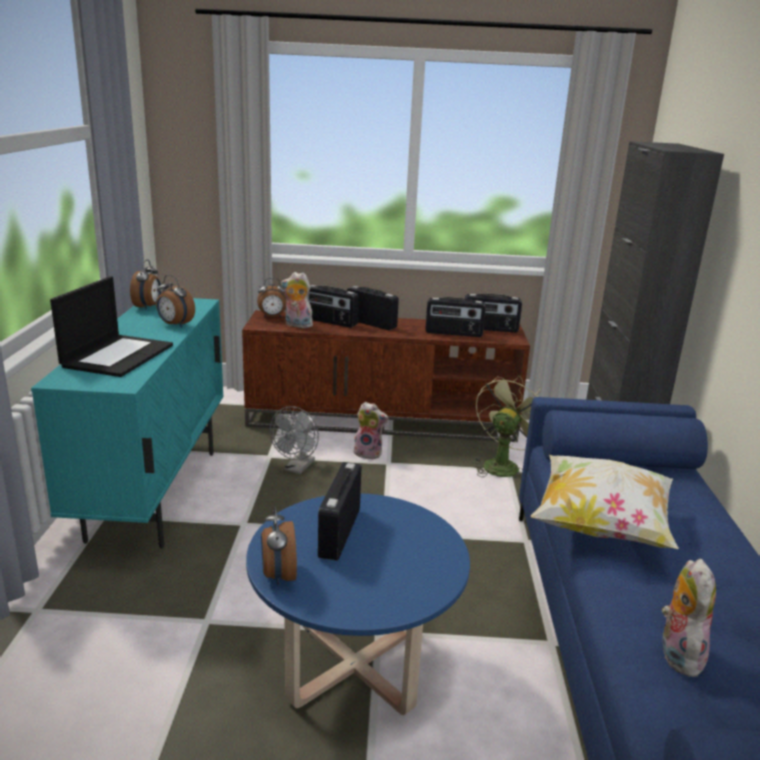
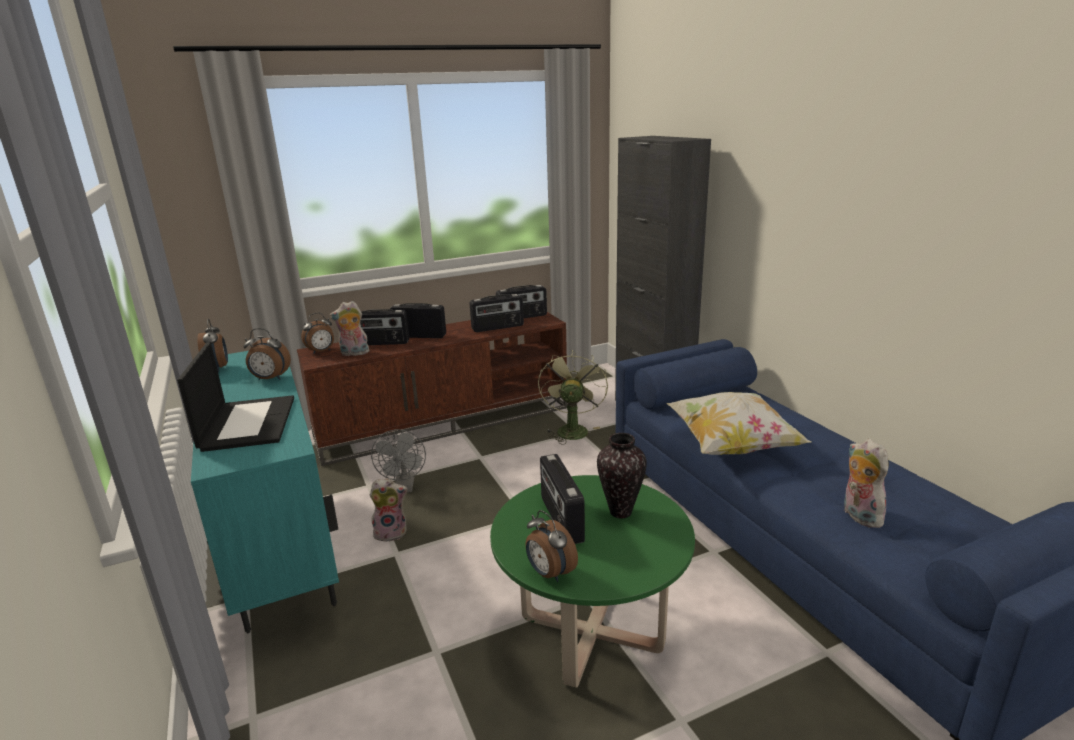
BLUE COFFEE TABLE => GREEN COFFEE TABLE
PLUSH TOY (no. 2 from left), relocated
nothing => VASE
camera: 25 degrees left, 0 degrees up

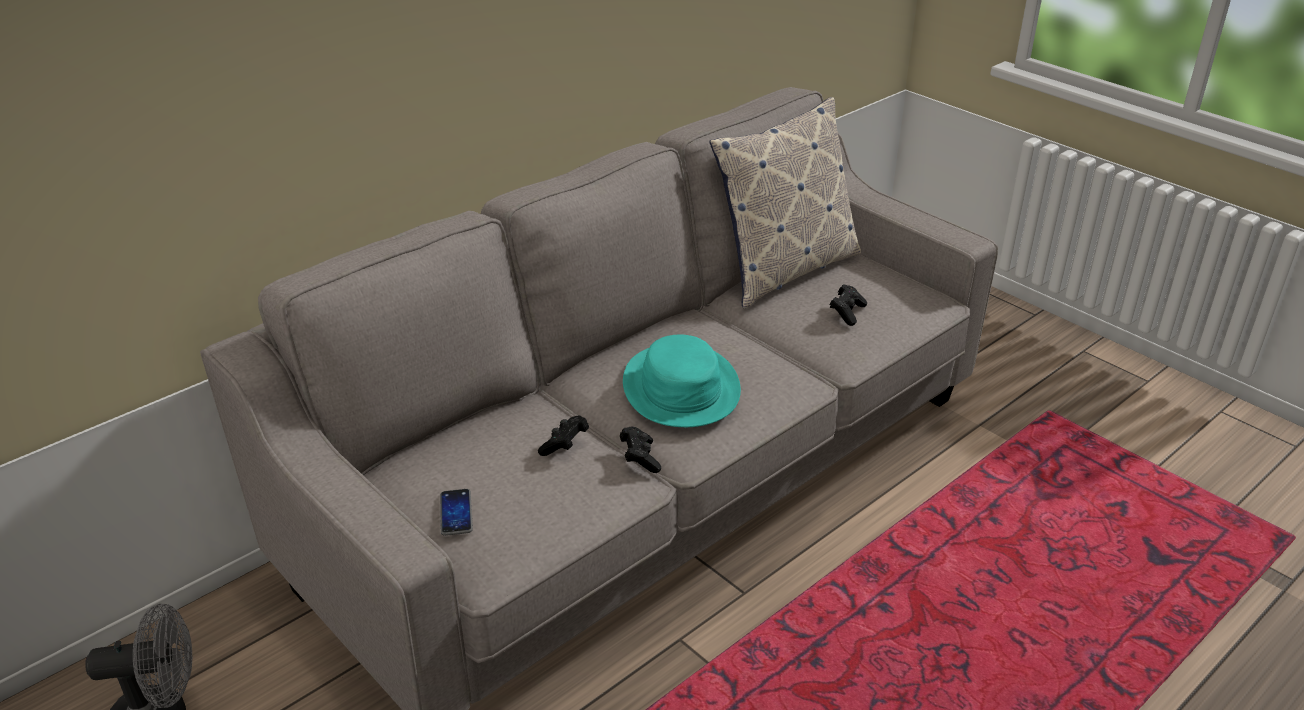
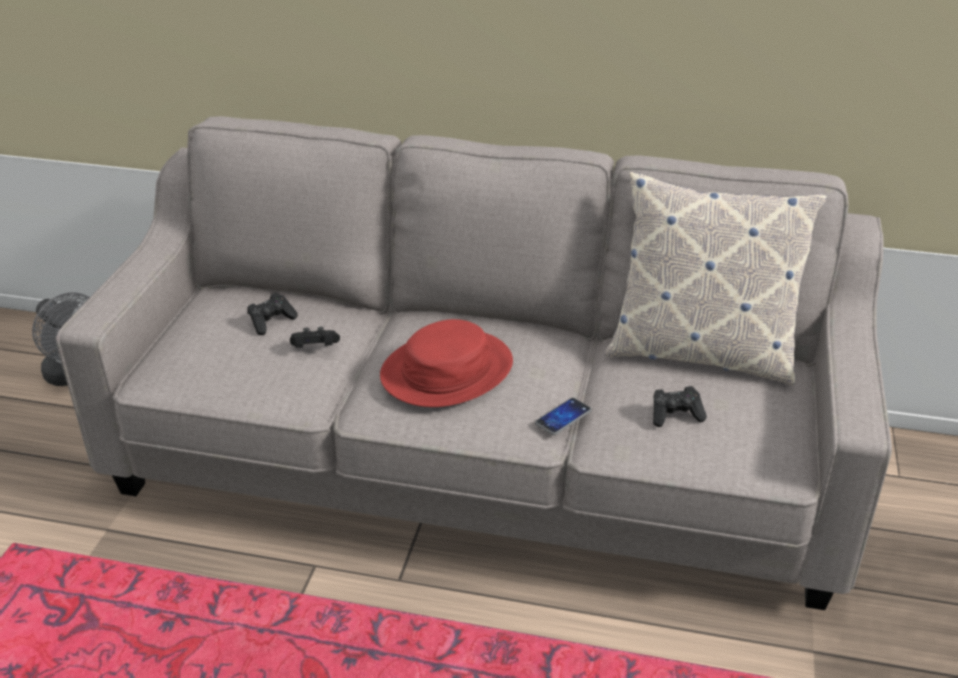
PHONE, relocated
BLACK GAME CONTROLLER (no. 2 from left in the first image) => BLACK GAME CONTROLLER (no. 1 from left), relocated
TURQUOISE HAT => RED HAT
camera: 55 degrees right, 0 degrees up

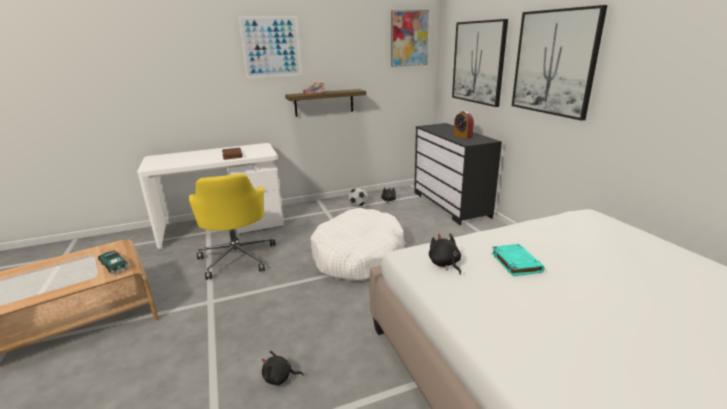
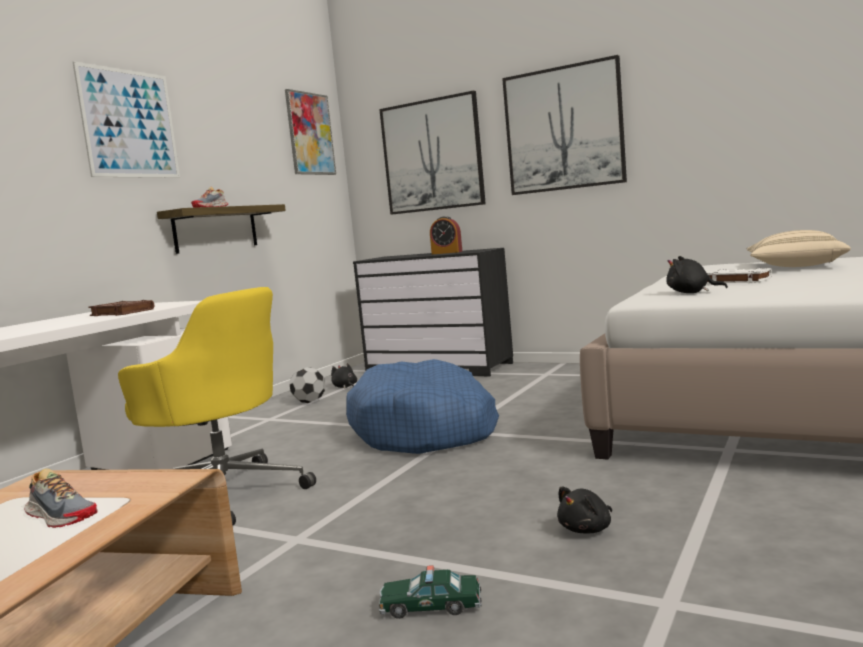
TOY CAR, relocated
WHITE DOG BED => BLUE DOG BED
TURQUOISE BOOK => WHITE BOOK
nothing => SHOE (no. 1 from left)
nothing => BEIGE PILLOW
camera: 40 degrees left, 15 degrees down

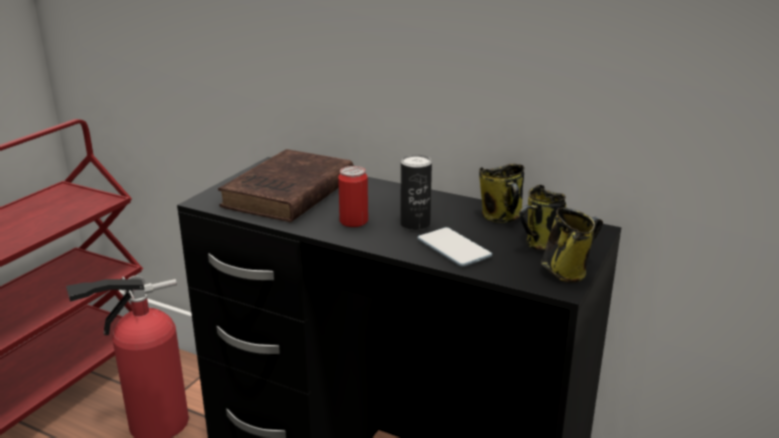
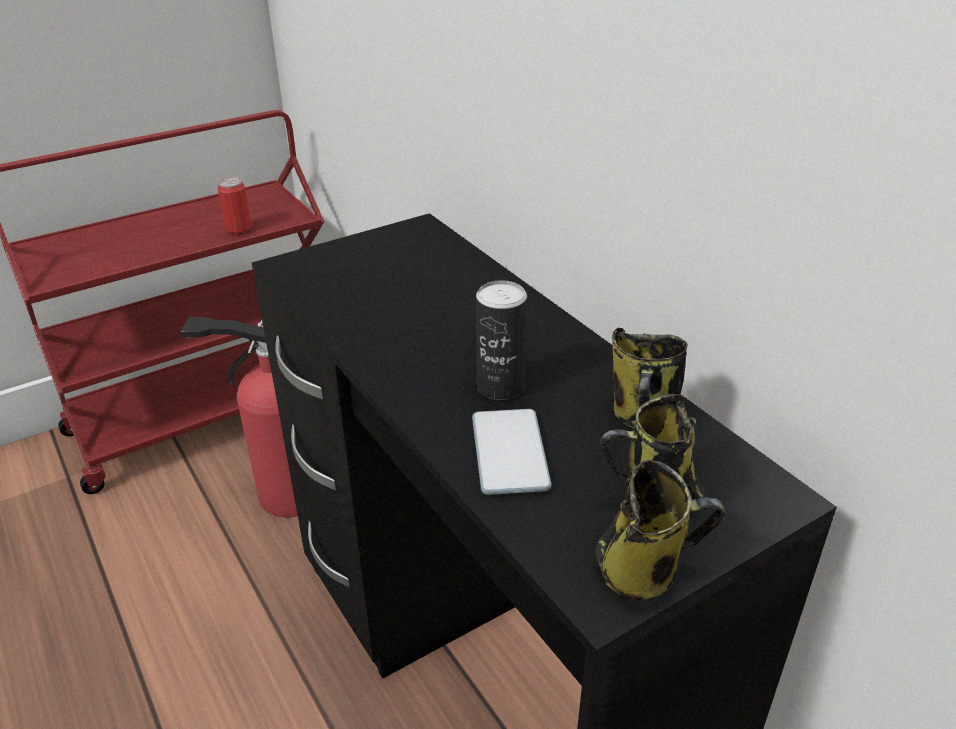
BROWN BOOK => nothing
CAN (no. 1 from left), relocated
camera: 30 degrees right, 10 degrees up

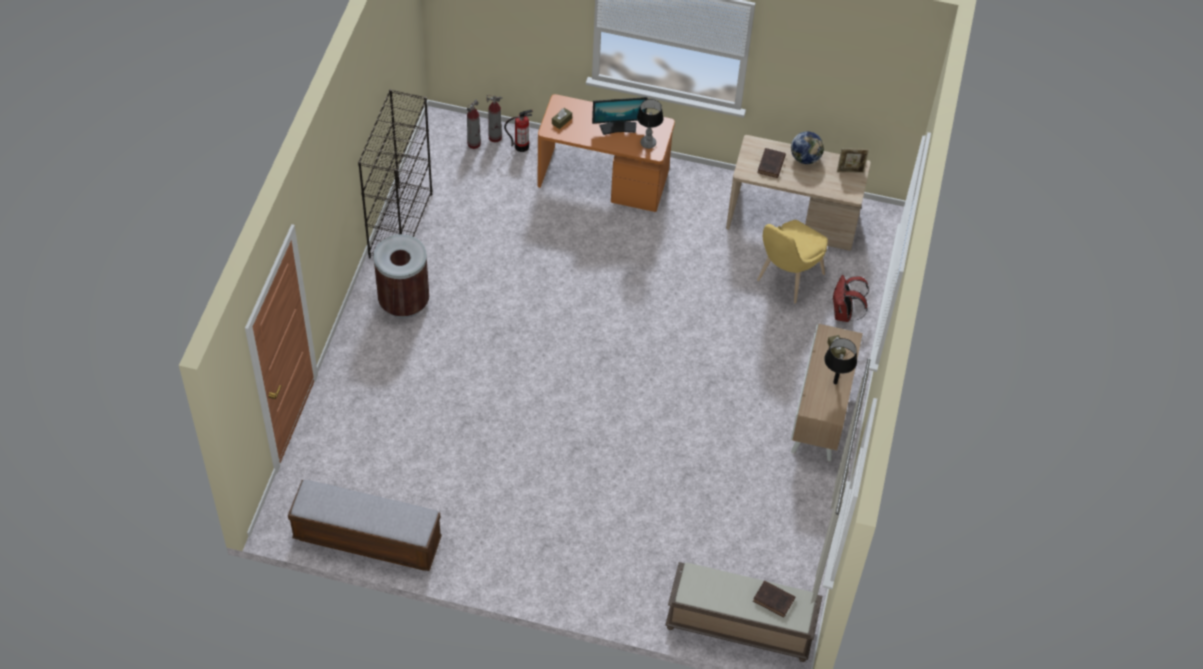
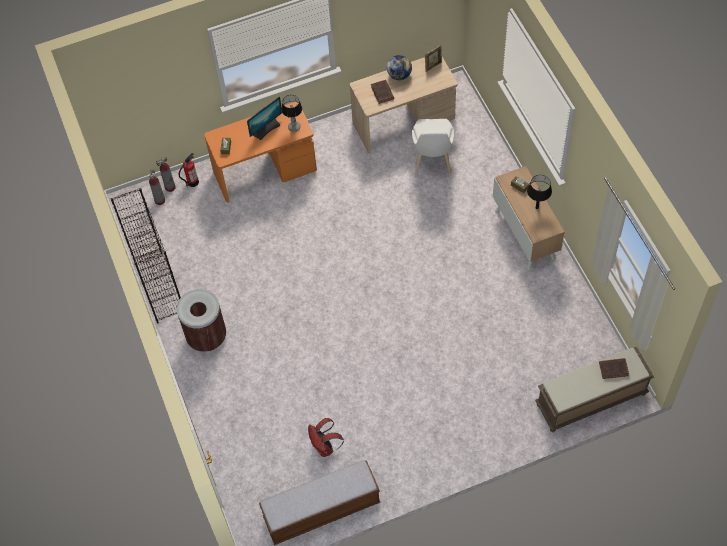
YELLOW CHAIR => WHITE CHAIR
RED BACKPACK, relocated
camera: 30 degrees left, 5 degrees up

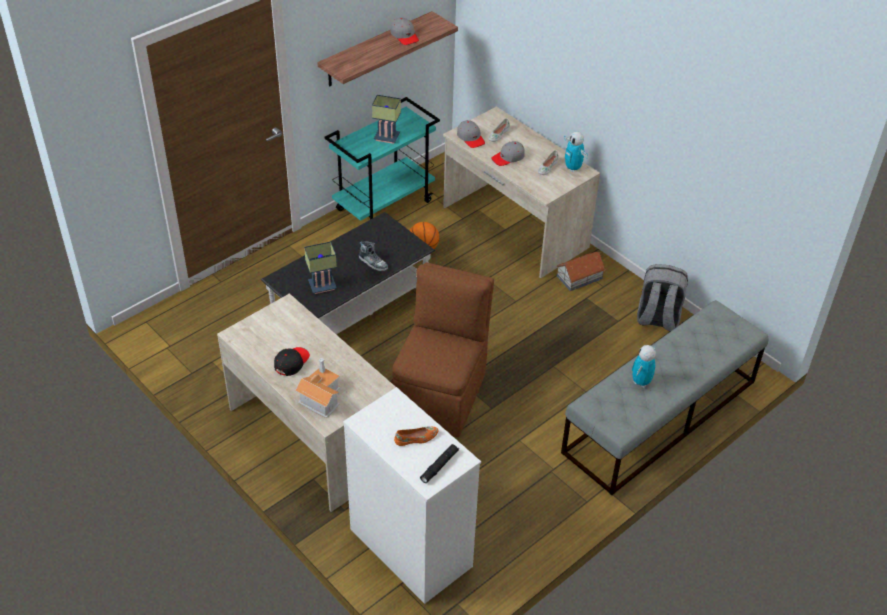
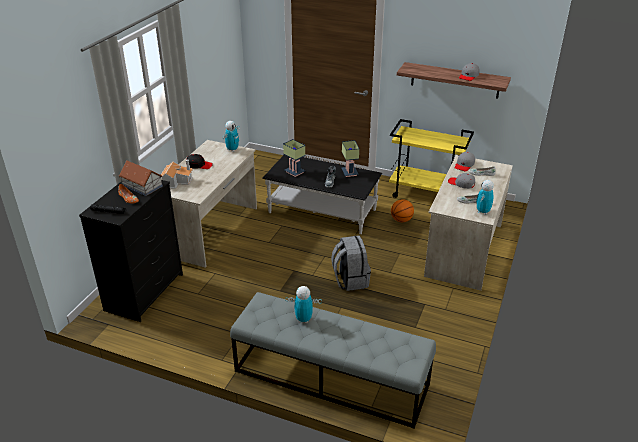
TURQUOISE CART => YELLOW CART
WHITE DRESSER => BLACK DRESSER
TABLE LAMP (no. 2 from left), relocated
BROWN CHAIR => nothing
TOY HOUSE (no. 2 from left in the first image) => TOY HOUSE (no. 1 from left), relocated
GREY BACKPACK, relocated
nothing => TOY ROBOT (no. 1 from left)
camera: 65 degrees right, 10 degrees down

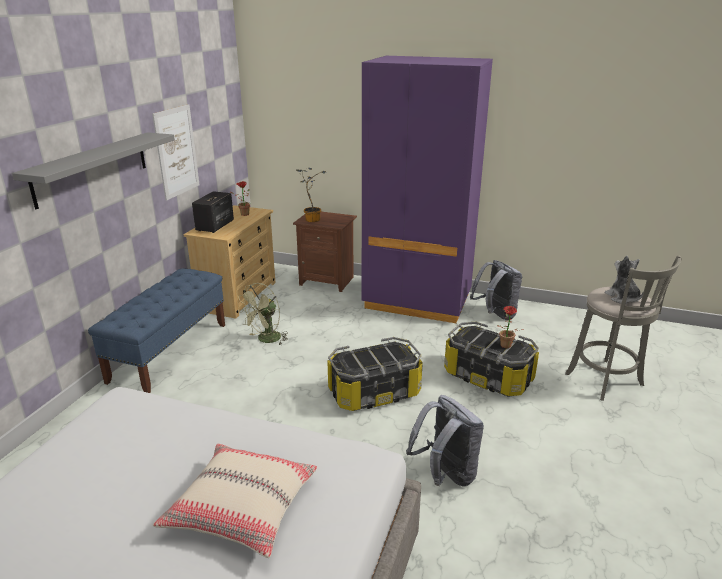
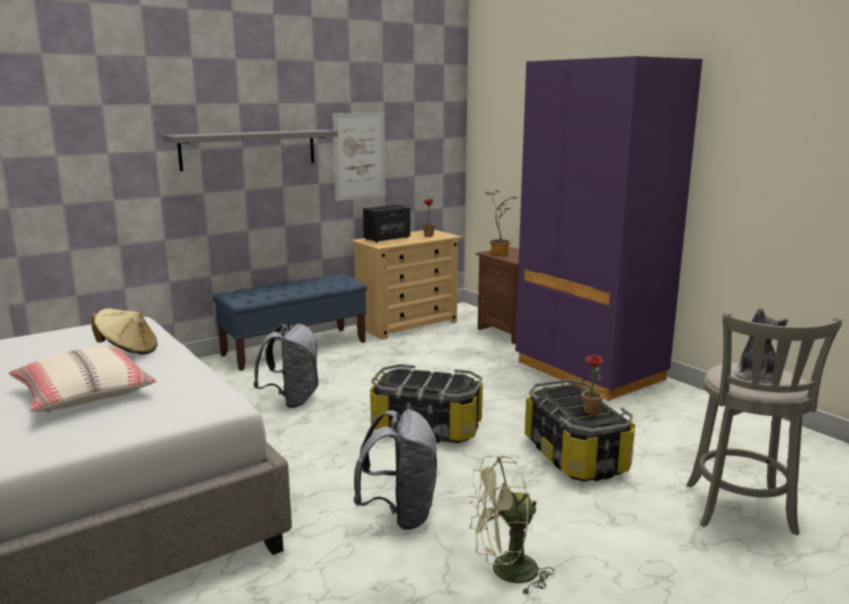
GREEN FAN, relocated
GREY BACKPACK (no. 2 from left in the first image) => GREY BACKPACK (no. 1 from left), relocated
nothing => BEIGE HAT
camera: 35 degrees right, 10 degrees down

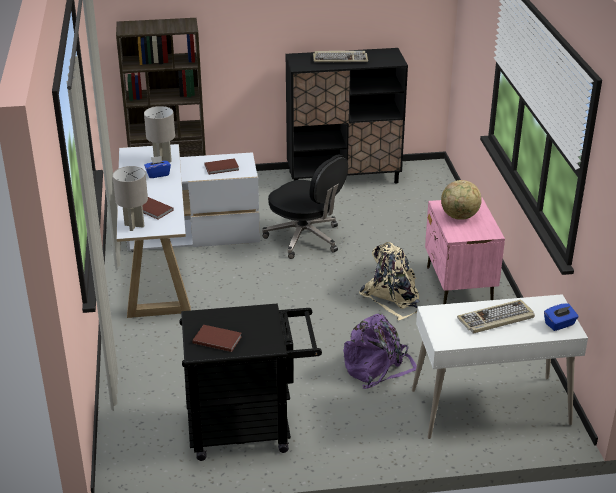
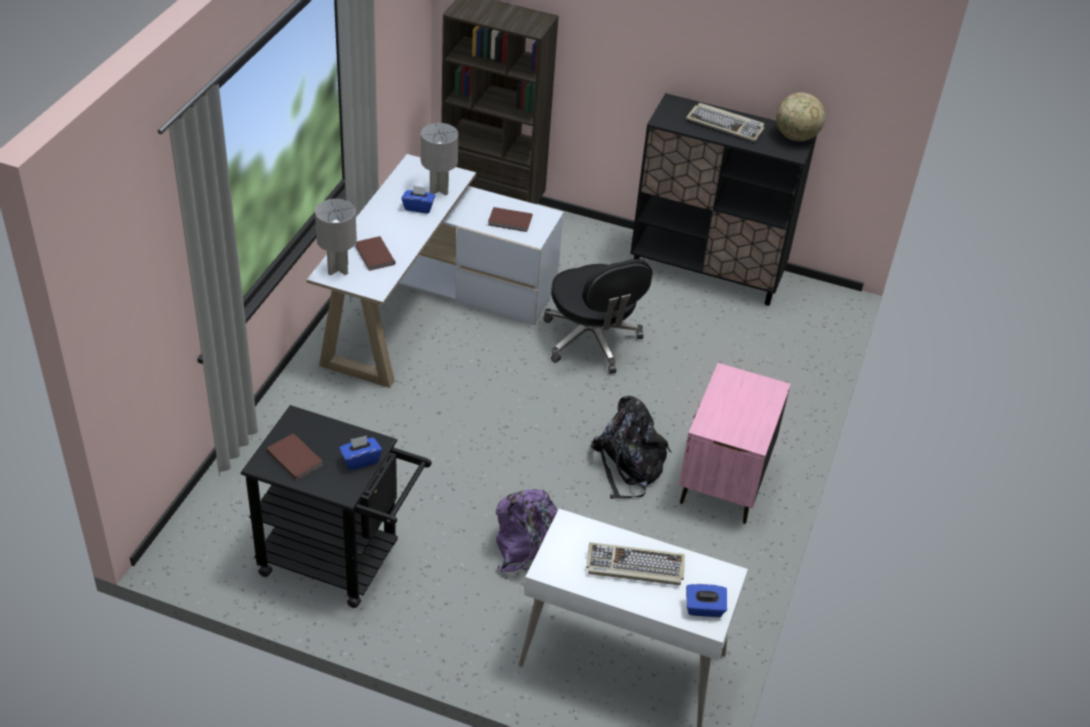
BEIGE BACKPACK => BLACK BACKPACK
GLOBE, relocated
nothing => BLUE TISSUE BOX (no. 1 from left)
camera: 25 degrees right, 10 degrees up

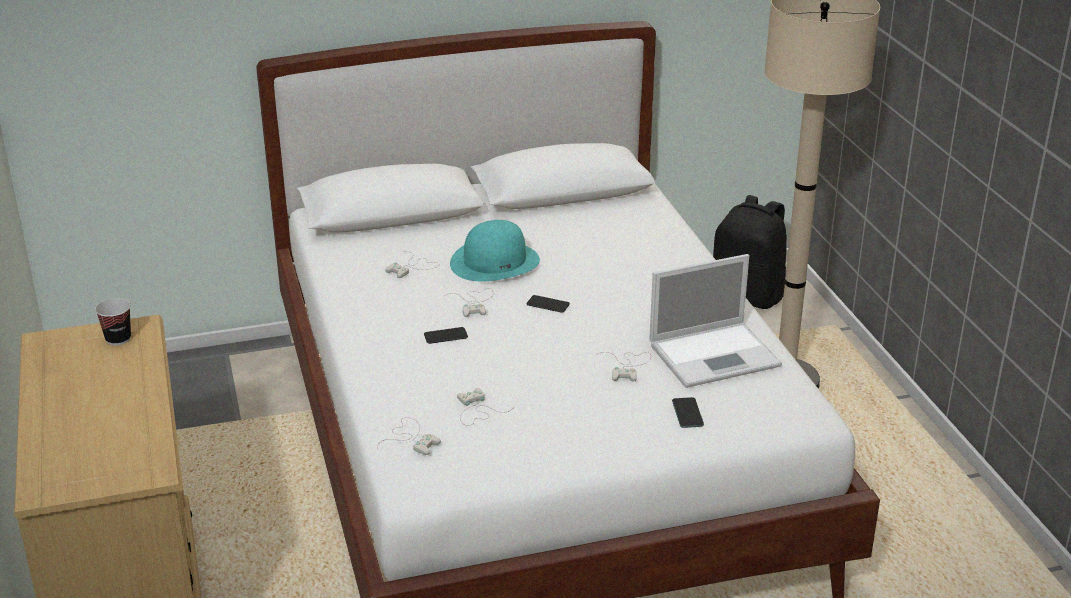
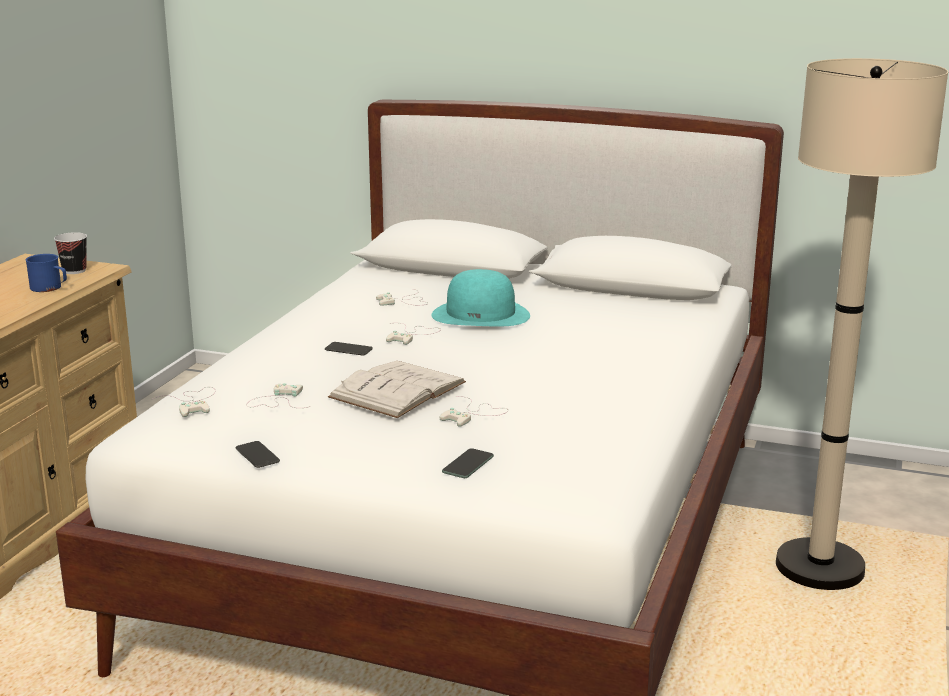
PHONE (no. 2 from left in the first image) => PHONE (no. 1 from left), relocated
LAPTOP => nothing
BLACK BACKPACK => nothing
nothing => BLUE MUG
nothing => WHITE BOOK
camera: 35 degrees right, 10 degrees down

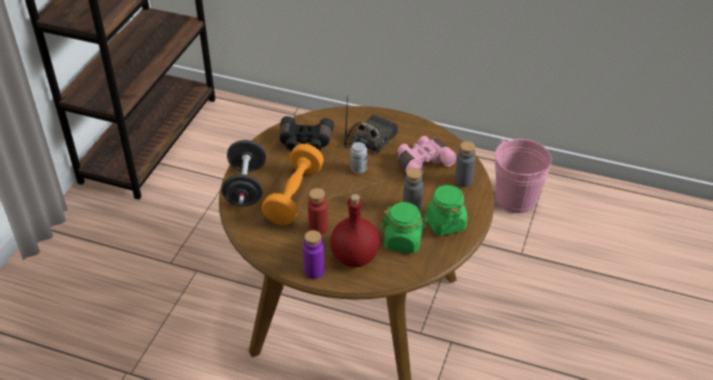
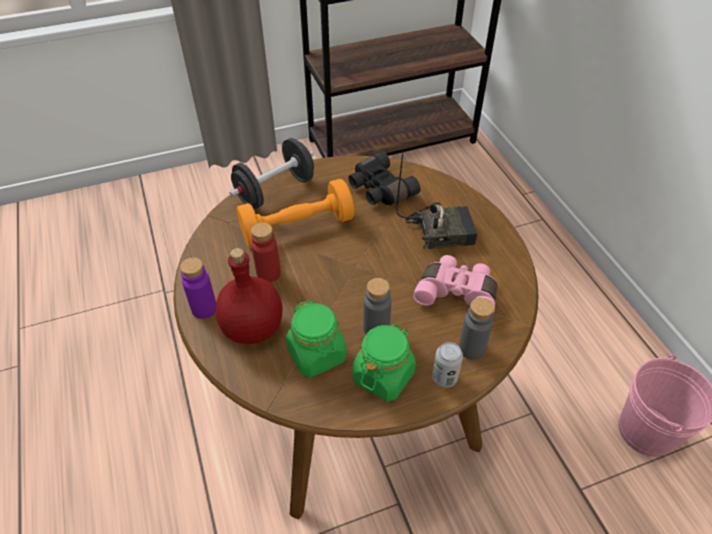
CAN, relocated
camera: 50 degrees right, 5 degrees up

